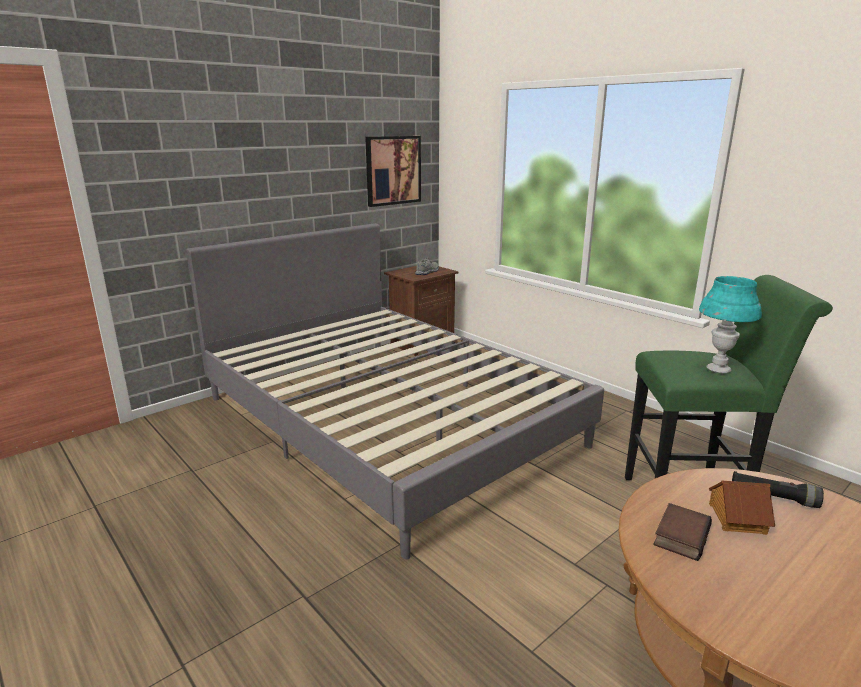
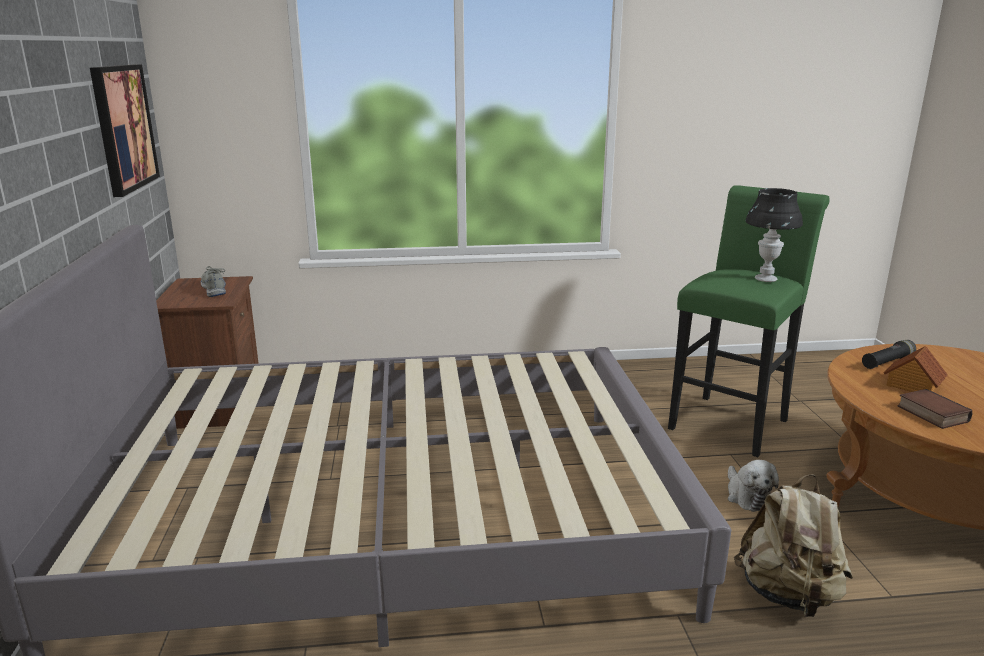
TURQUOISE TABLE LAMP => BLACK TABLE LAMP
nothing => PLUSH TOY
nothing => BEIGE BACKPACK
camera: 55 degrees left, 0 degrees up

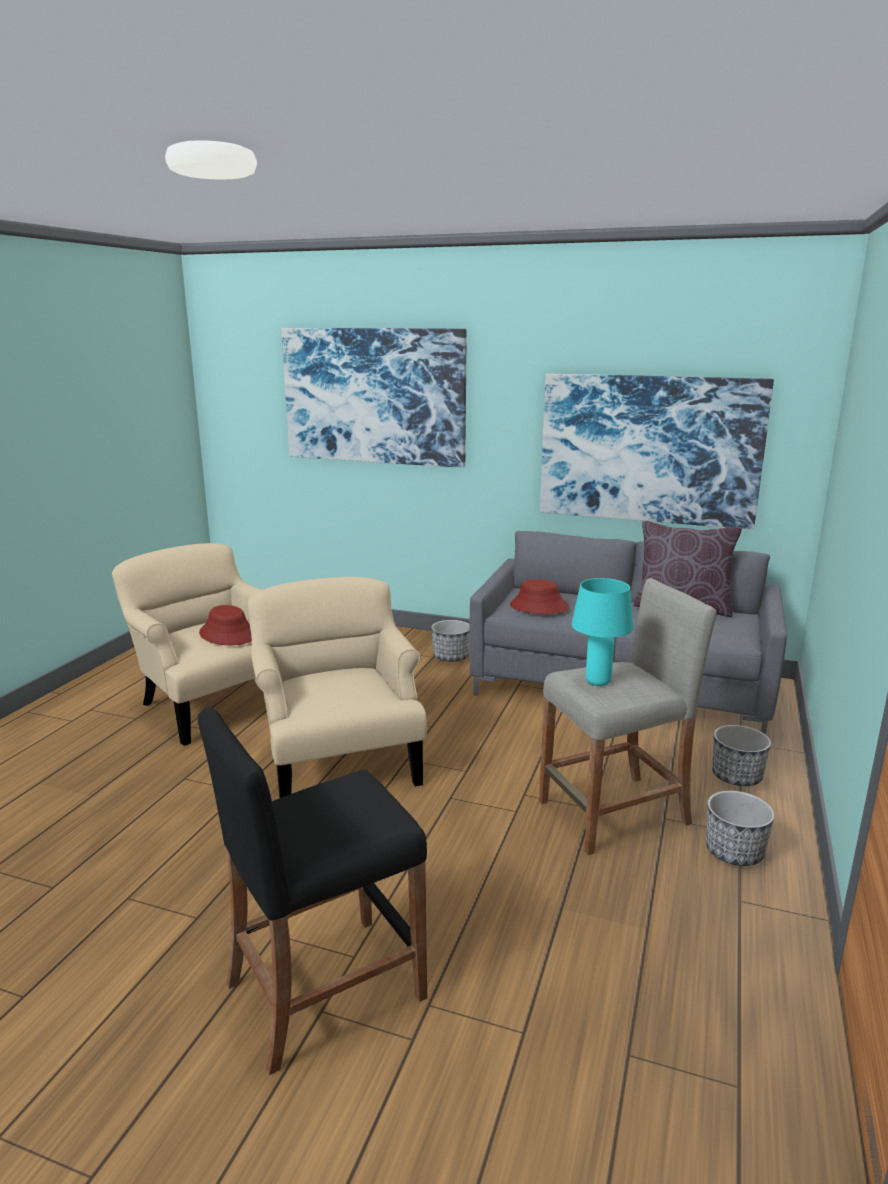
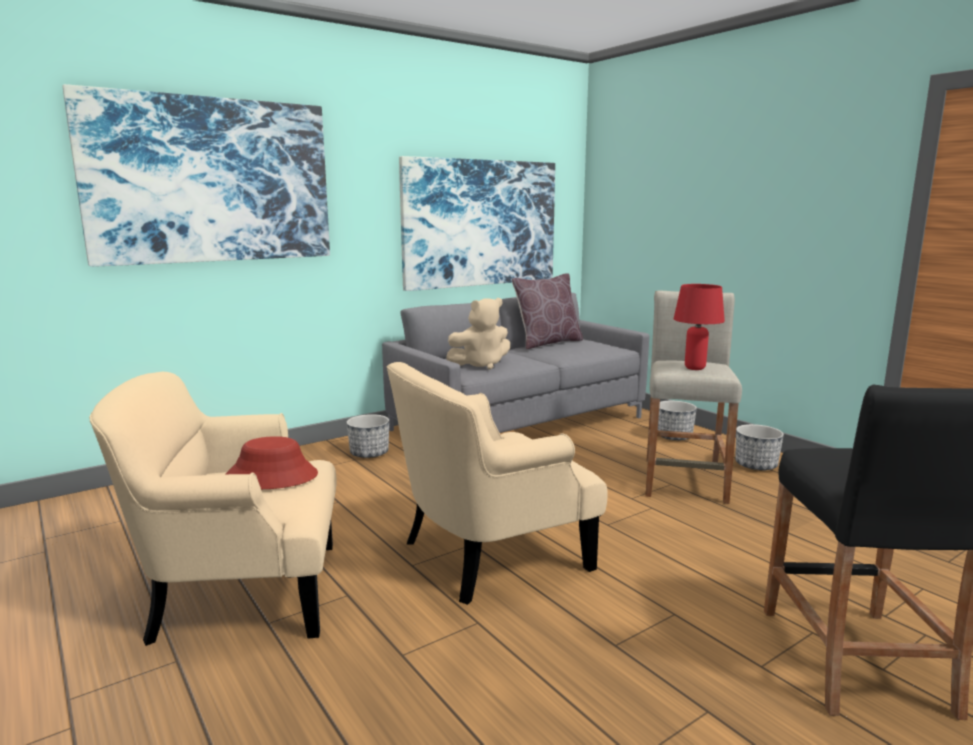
BEIGE ARMCHAIR (no. 2 from left), 45 degrees counterclockwise
RED HAT (no. 2 from left) => BEIGE PLUSH TOY
TURQUOISE TABLE LAMP => RED TABLE LAMP
camera: 55 degrees left, 5 degrees down

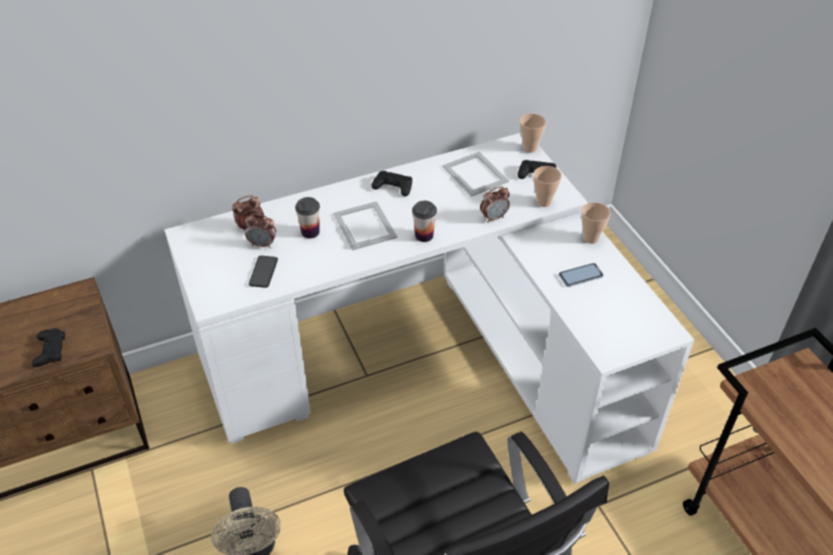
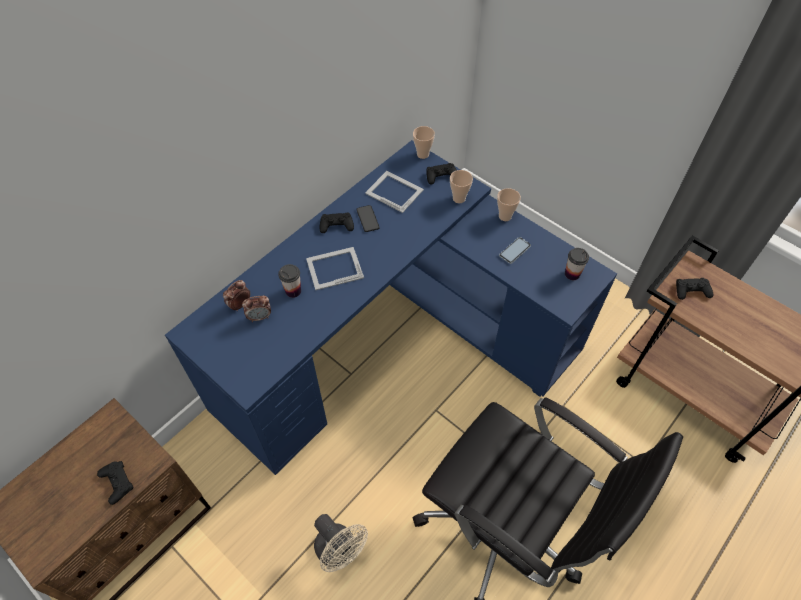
WHITE DESK => BLUE DESK
PHONE (no. 1 from left), relocated
PICTURE FRAME (no. 1 from left), 60 degrees counterclockwise
CUP (no. 2 from left in the first image) => CUP (no. 5 from left), relocated
ALARM CLOCK (no. 3 from left) => nothing
nothing => BLACK GAME CONTROLLER (no. 4 from left)
camera: 25 degrees left, 10 degrees up

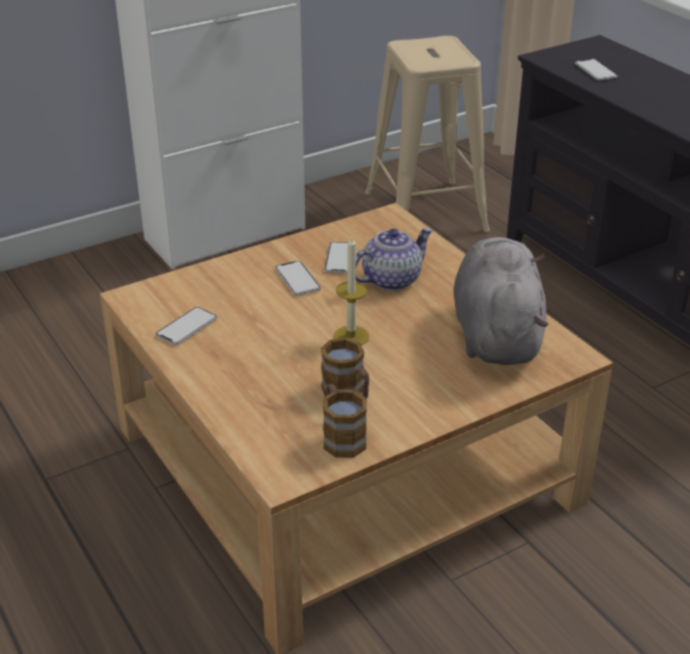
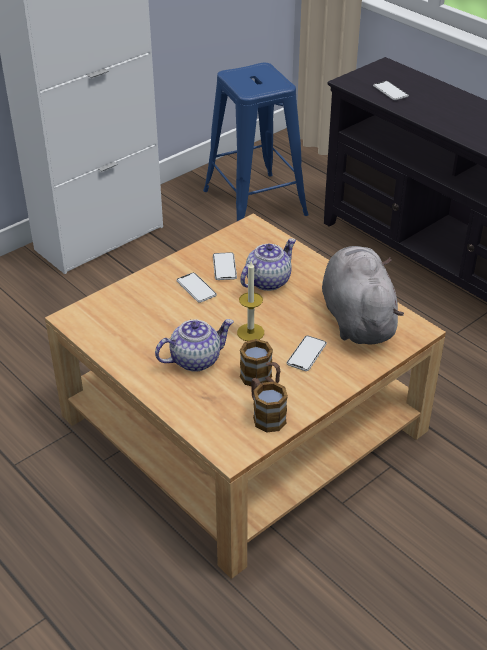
PHONE (no. 1 from left in the first image) => PHONE (no. 3 from left), relocated
BEIGE STOOL => BLUE STOOL
nothing => TEAPOT (no. 1 from left)
camera: 10 degrees left, 5 degrees up

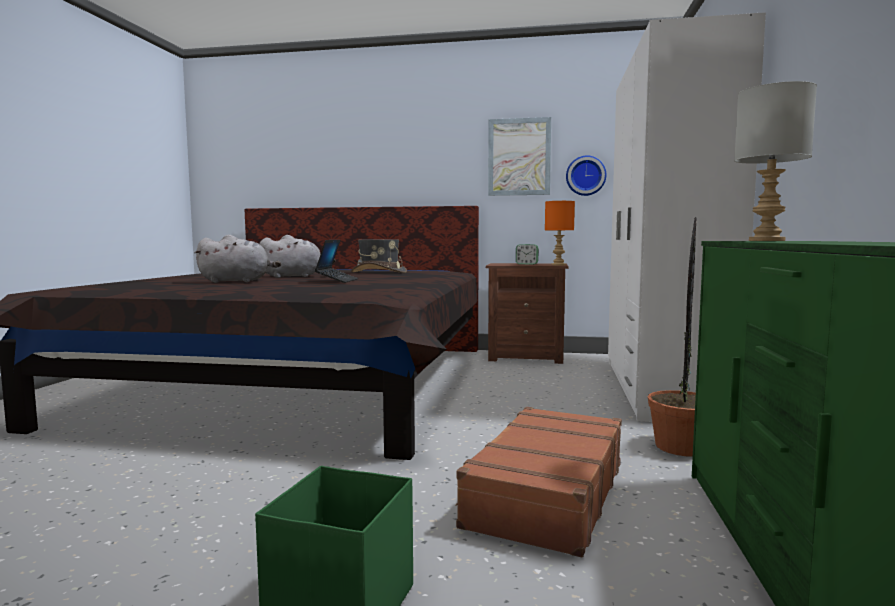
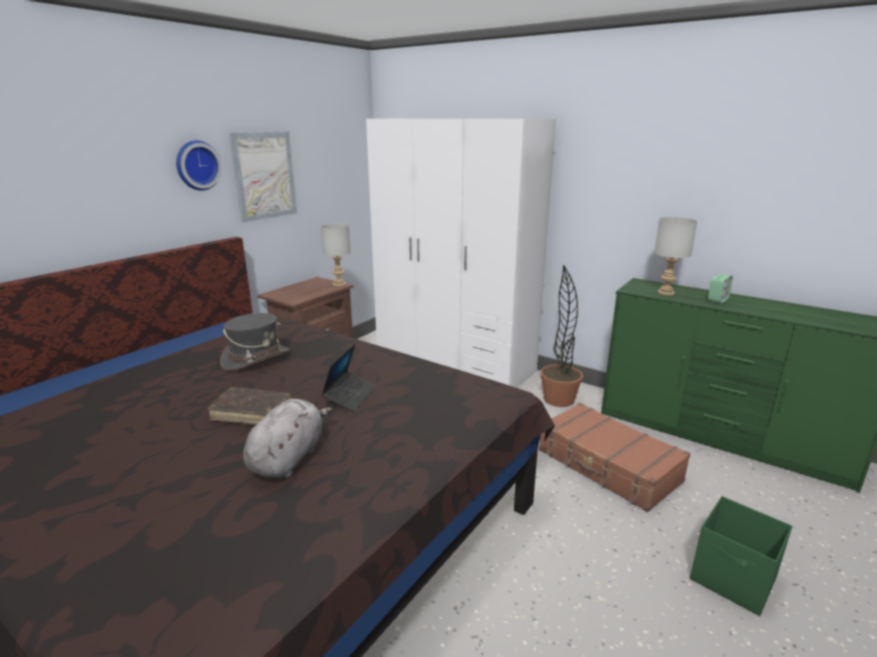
GREY PLUSH TOY (no. 2 from left) => BROWN BOOK
LAPTOP, 75 degrees clockwise
ALARM CLOCK, relocated
ORANGE TABLE LAMP => GREY TABLE LAMP (no. 1 from left)
WALL CLOCK, relocated
camera: 65 degrees left, 15 degrees up

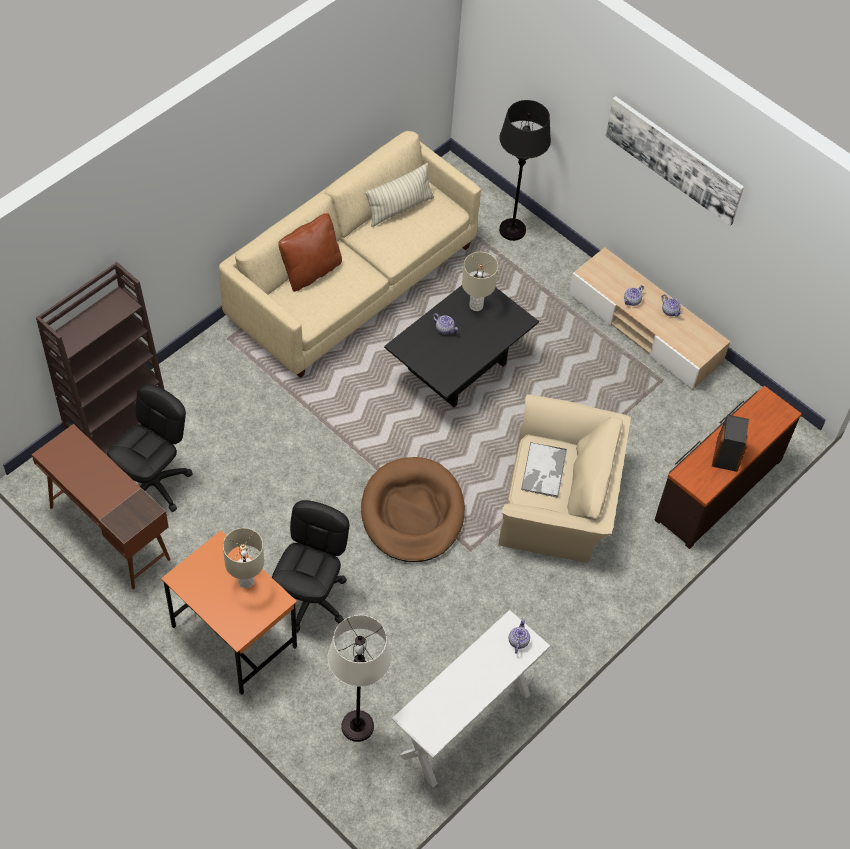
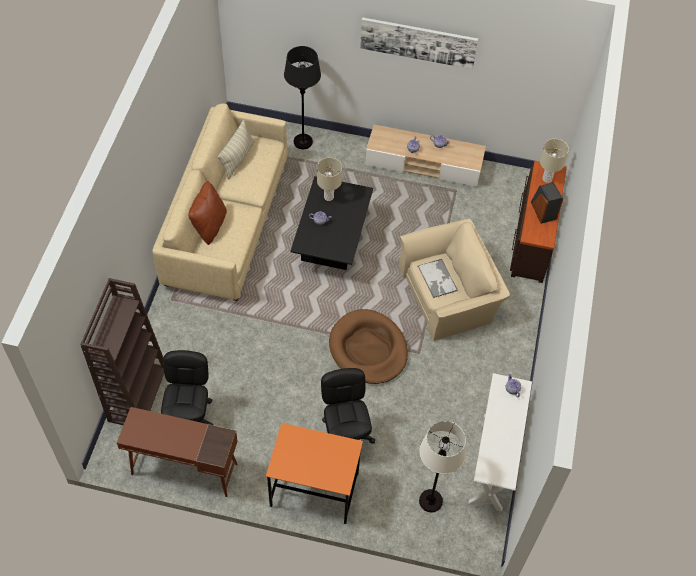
BEIGE TABLE LAMP (no. 1 from left in the first image) => BEIGE TABLE LAMP (no. 2 from left), relocated
camera: 30 degrees left, 0 degrees up

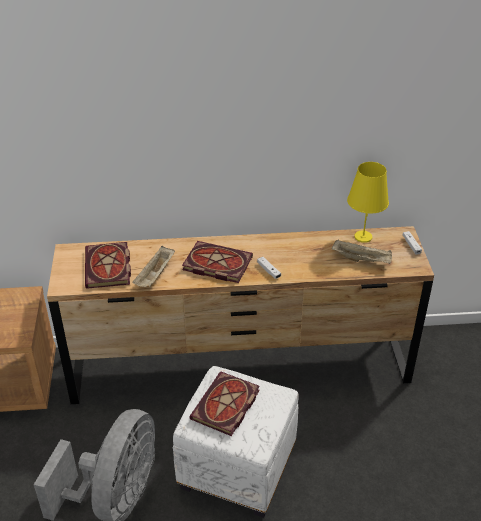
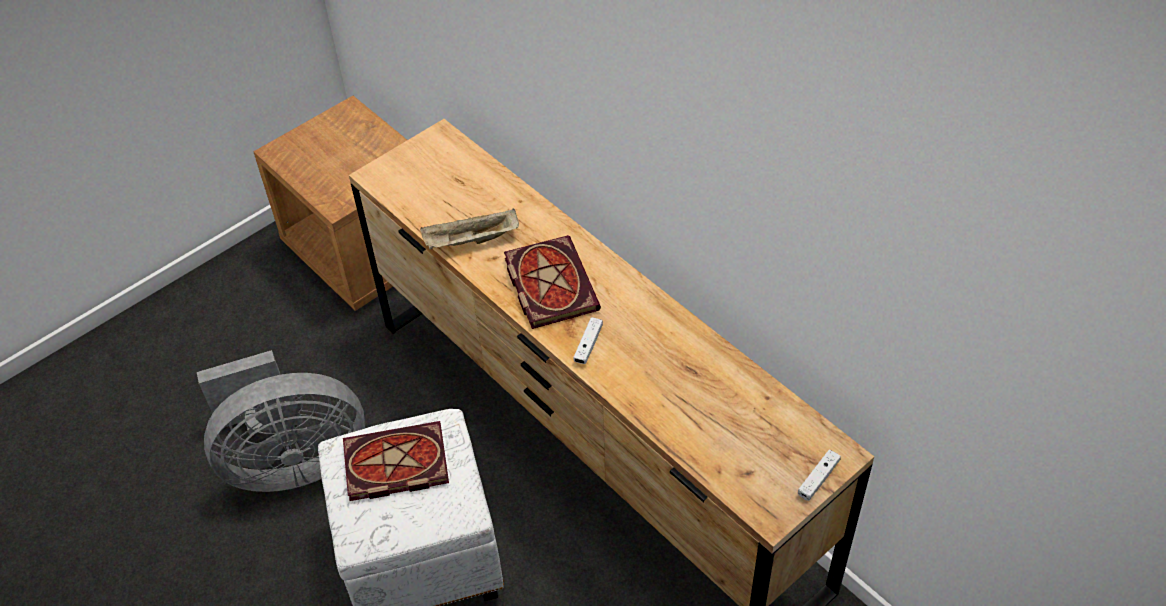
BOOK (no. 1 from left) => nothing
BEIGE TRAY (no. 2 from left) => nothing
YELLOW TABLE LAMP => nothing
camera: 55 degrees right, 10 degrees up

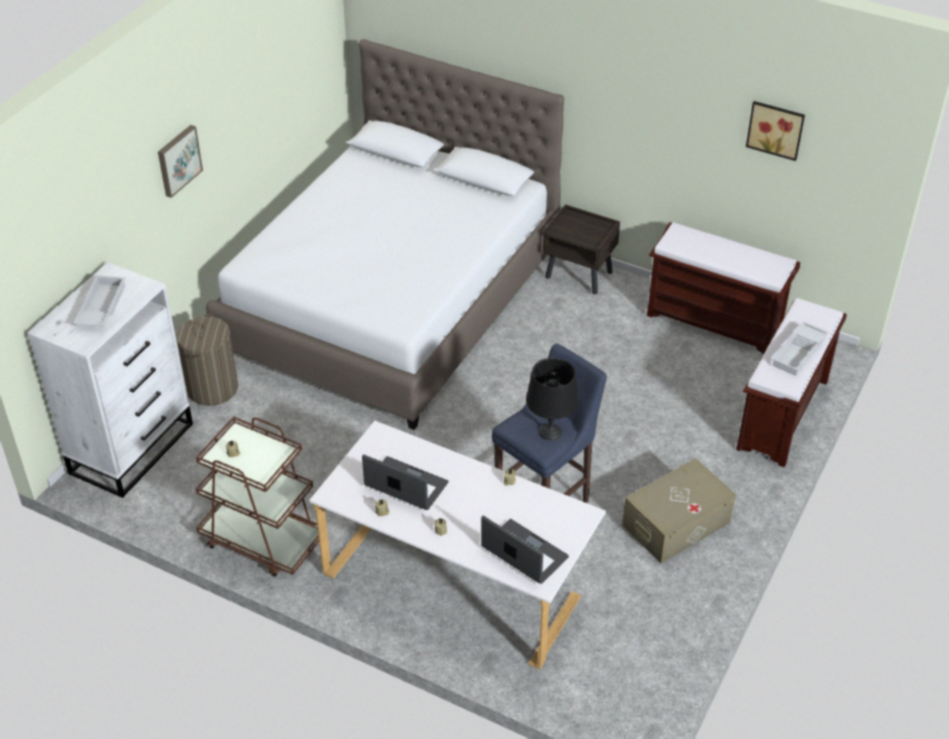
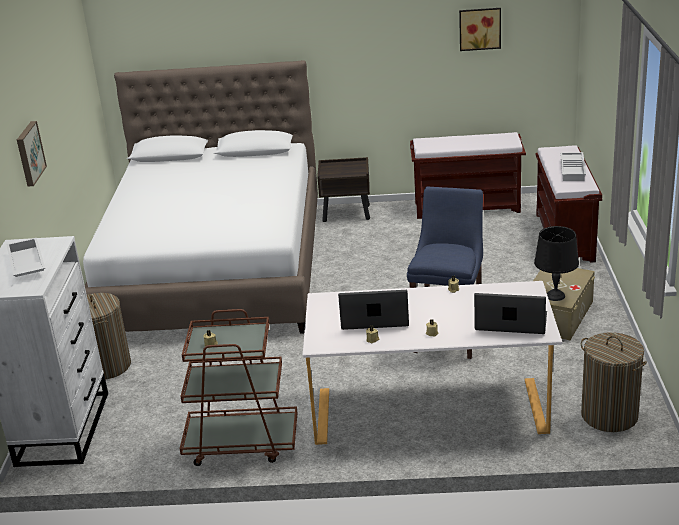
BLACK TABLE LAMP, relocated
nothing => LAUNDRY BASKET (no. 2 from left)
camera: 25 degrees left, 15 degrees down

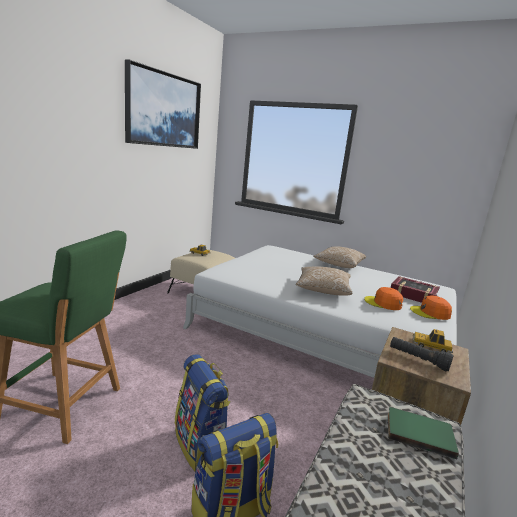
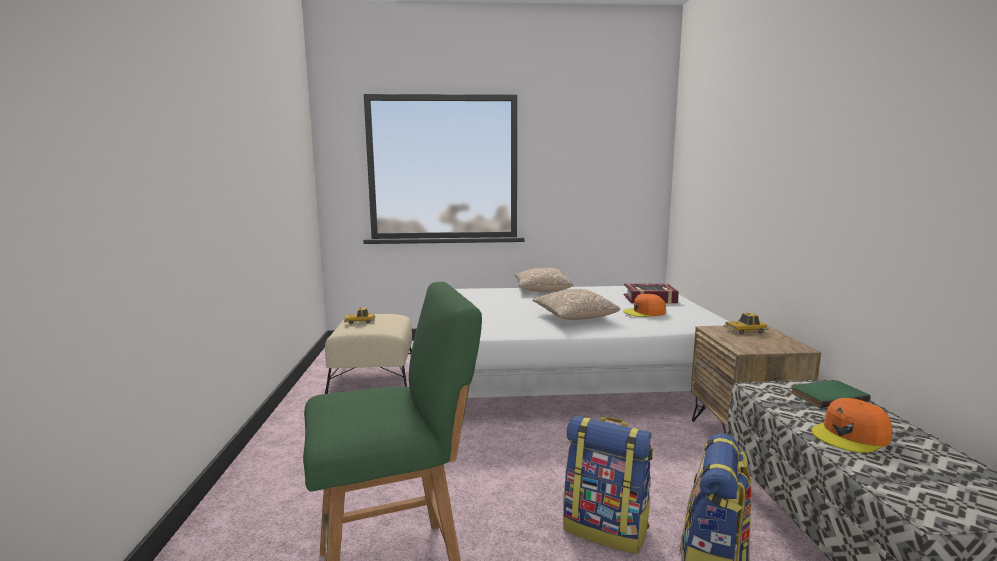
PICTURE => nothing
BLACK FLASHLIGHT => nothing
ORANGE CAP (no. 2 from left), relocated
camera: 30 degrees left, 5 degrees down

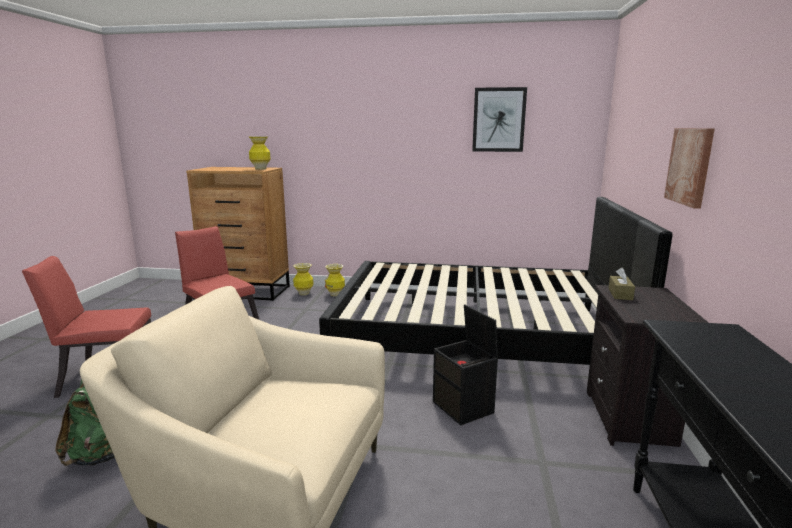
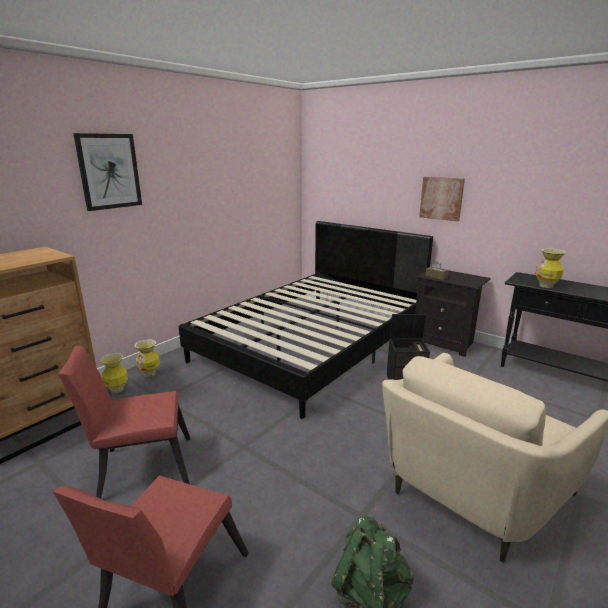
VASE (no. 1 from left in the first image) => VASE (no. 3 from left), relocated
PICTURE (no. 1 from left), relocated
camera: 60 degrees left, 5 degrees up

